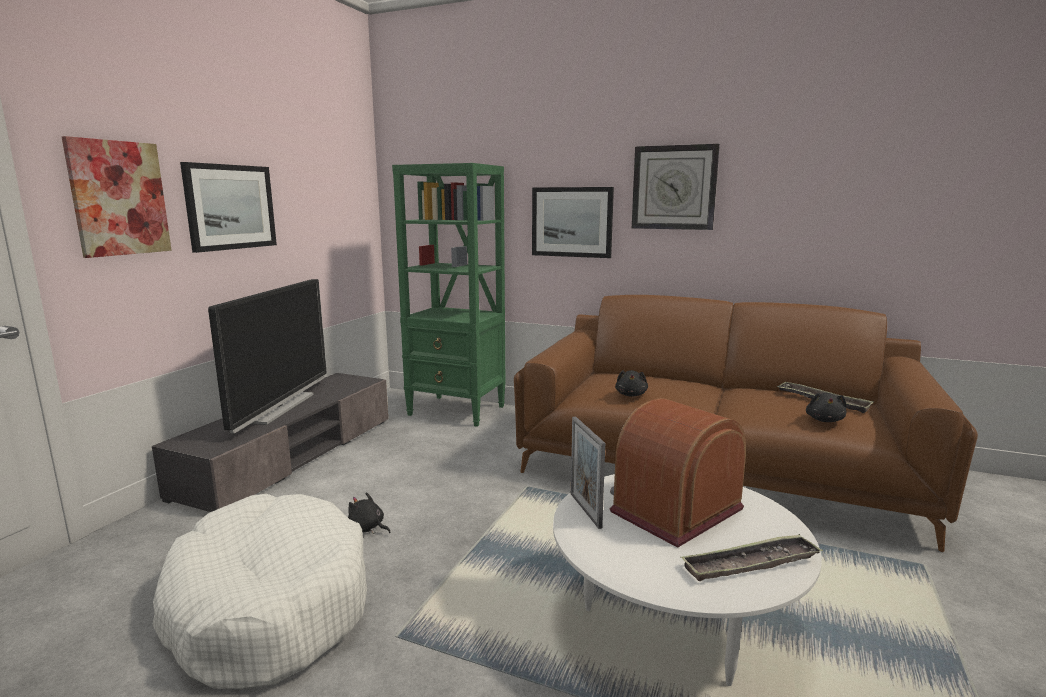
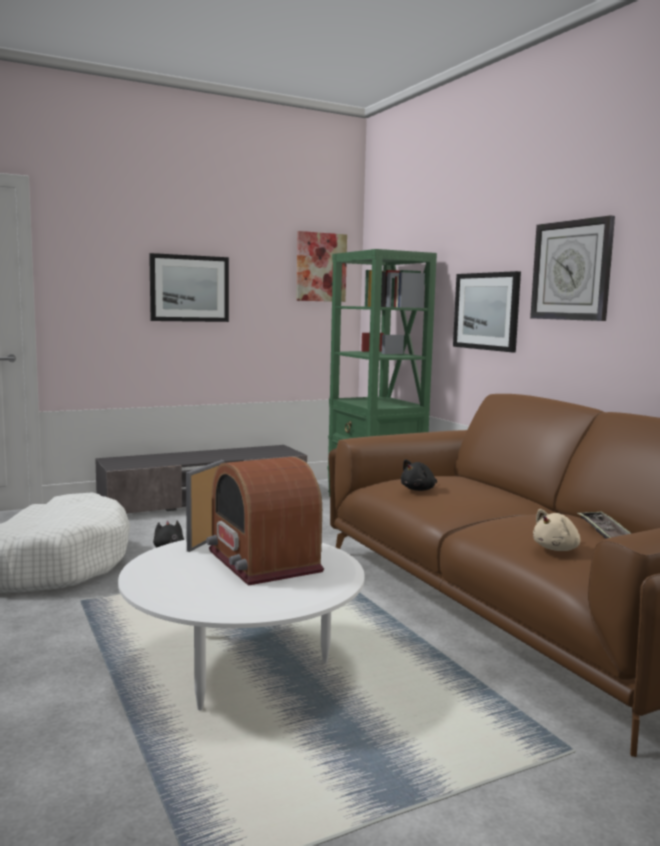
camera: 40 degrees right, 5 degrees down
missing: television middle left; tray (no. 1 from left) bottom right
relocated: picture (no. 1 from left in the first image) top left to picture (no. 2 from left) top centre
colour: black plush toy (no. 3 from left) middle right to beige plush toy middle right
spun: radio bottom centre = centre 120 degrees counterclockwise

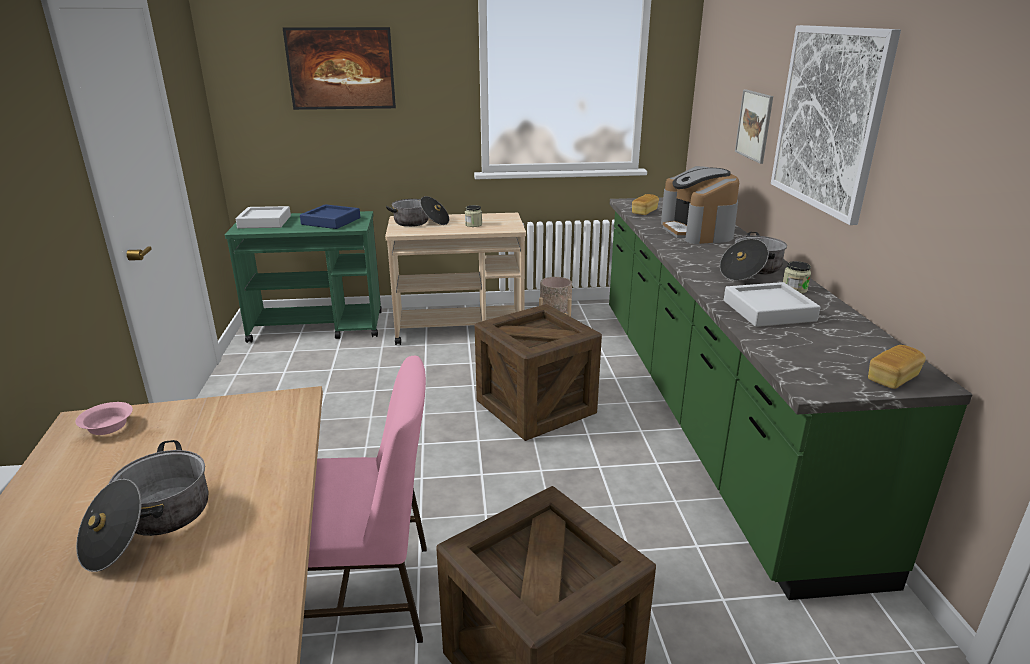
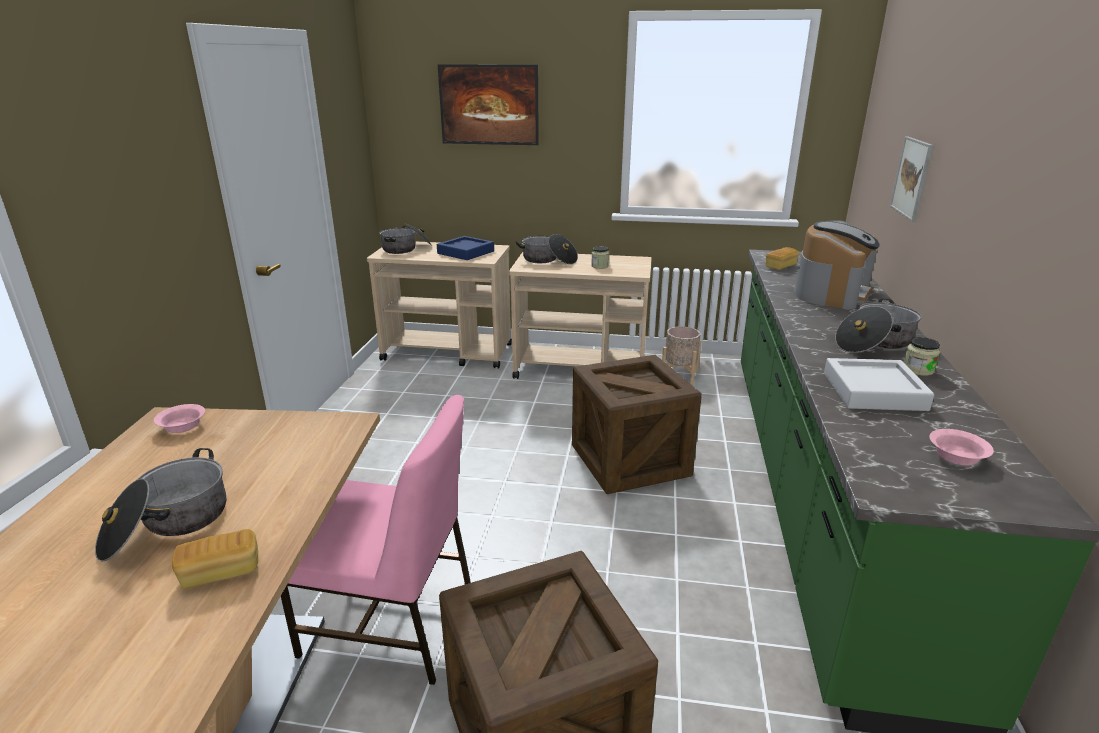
camera: 15 degrees right, 0 degrees up
missing: picture (no. 3 from left) top right
appeared: pink bowl (no. 2 from left) middle right
relocated: bread (no. 2 from left in the first image) middle right to bread (no. 1 from left) bottom left
exchanged: grey tray (no. 1 from left) top left to cooking pot (no. 2 from left) top centre
colour: green cart middle left to beige cart (no. 1 from left) centre
spun: coffee machine top right = middle right 150 degrees counterclockwise

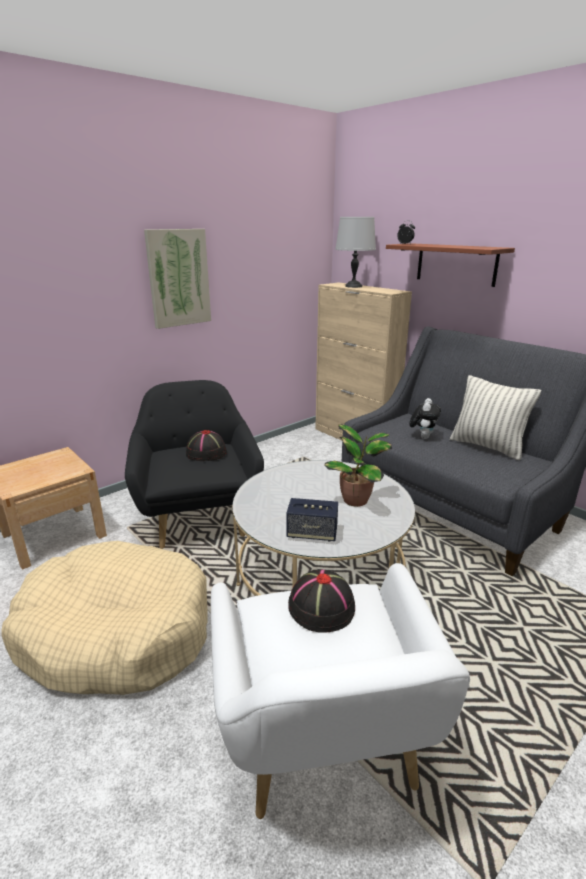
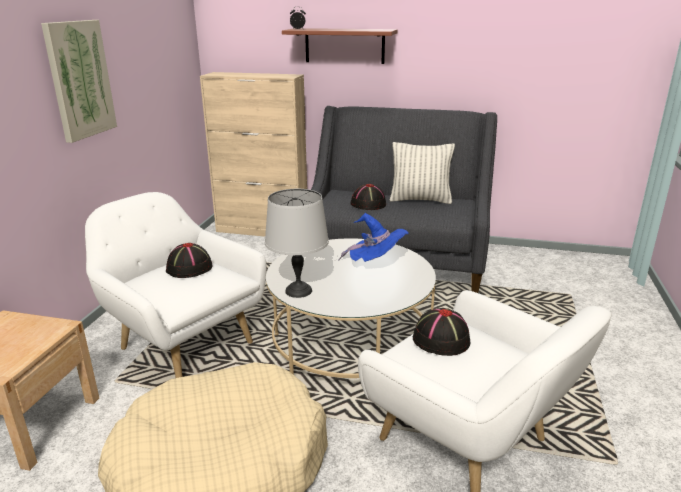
camera: 35 degrees left, 0 degrees up
missing: speaker centre
relocated: grey table lamp top centre to centre
exchanged: potted plant centre to blue hat centre; plush toy middle right to black hat (no. 2 from left) centre
colour: black armchair middle left to white armchair (no. 1 from left) middle left

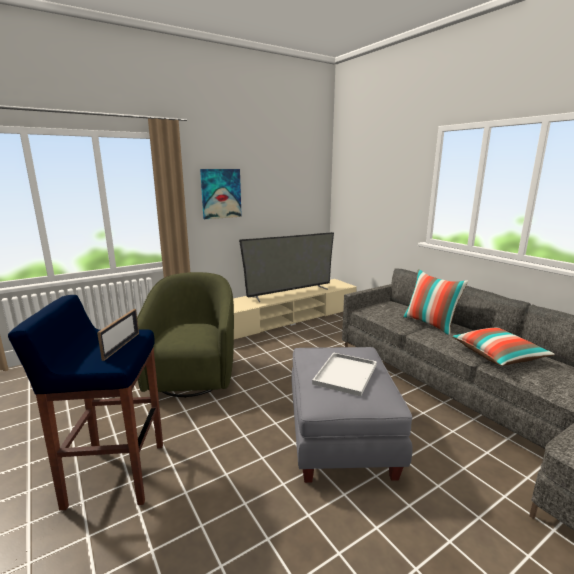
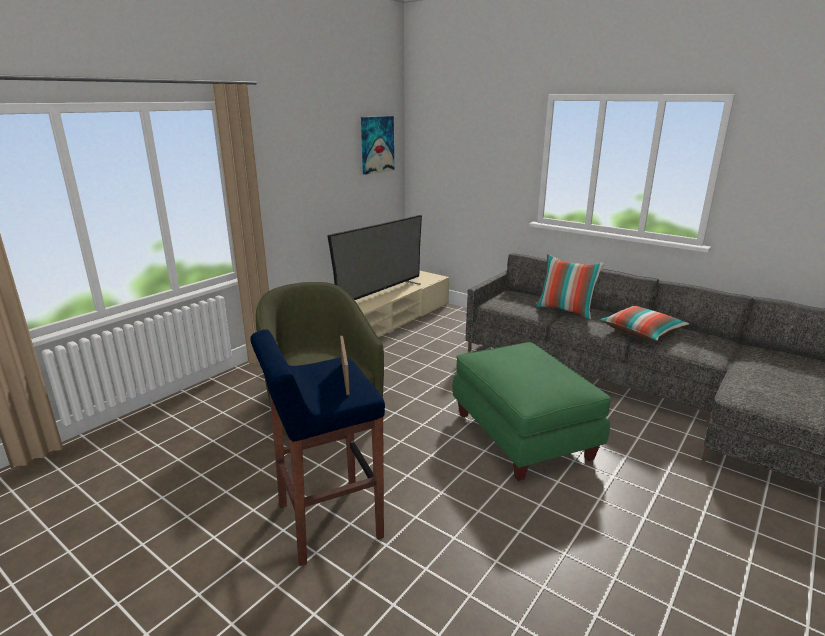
camera: 20 degrees left, 5 degrees up
missing: white tray centre
relocated: picture centre to top centre
colour: grey ottoman bottom centre to green ottoman centre

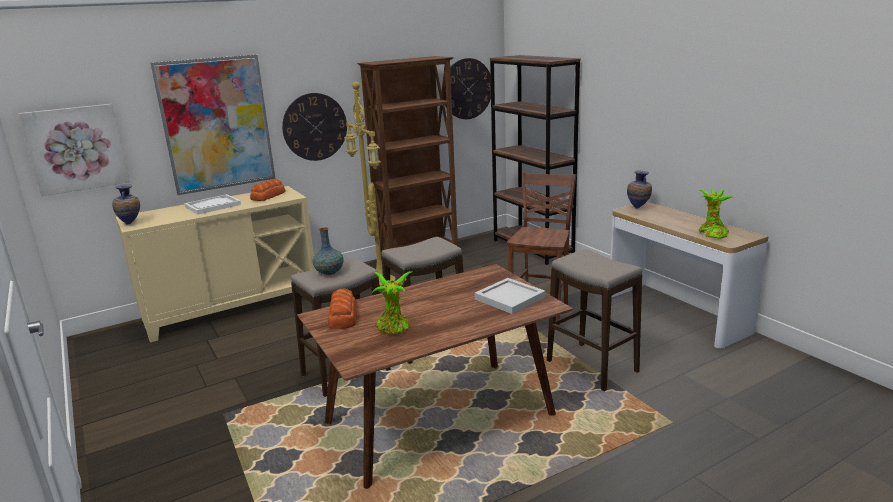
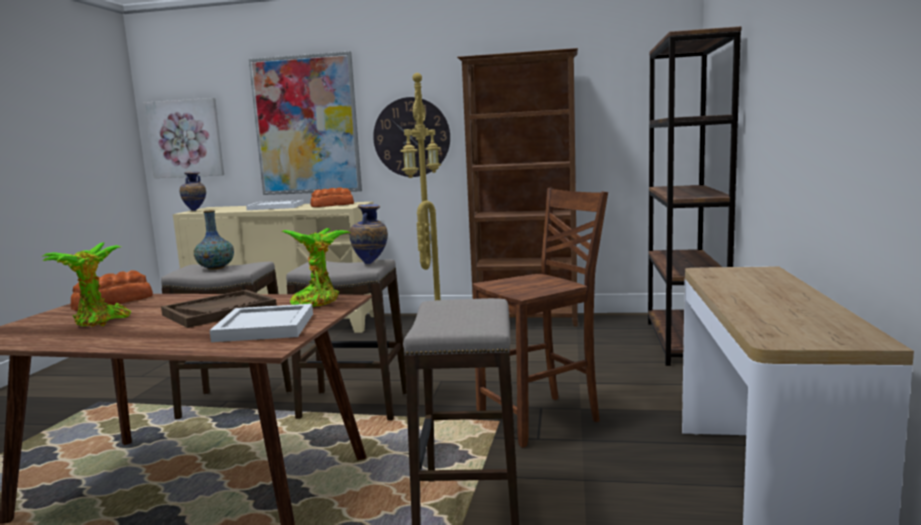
camera: 40 degrees right, 10 degrees down
missing: wall clock (no. 2 from left) top centre
appeared: brown tray middle left
relocated: potted plant (no. 2 from left) middle right to centre; vase (no. 3 from left) middle right to centre

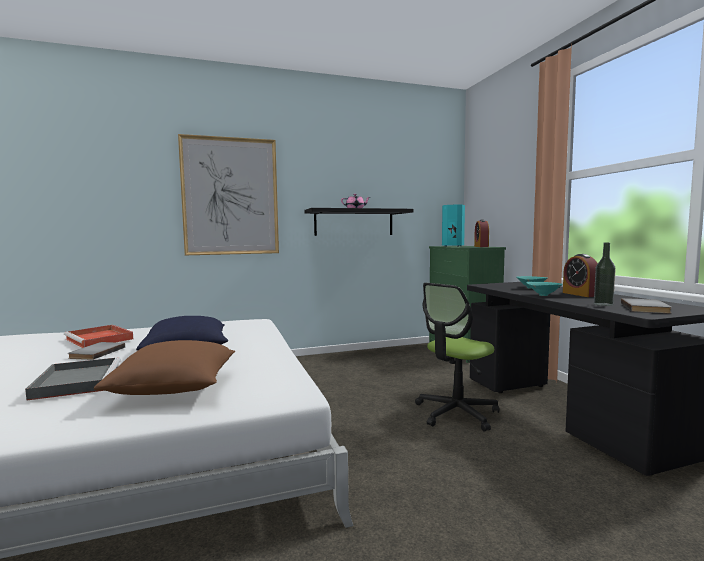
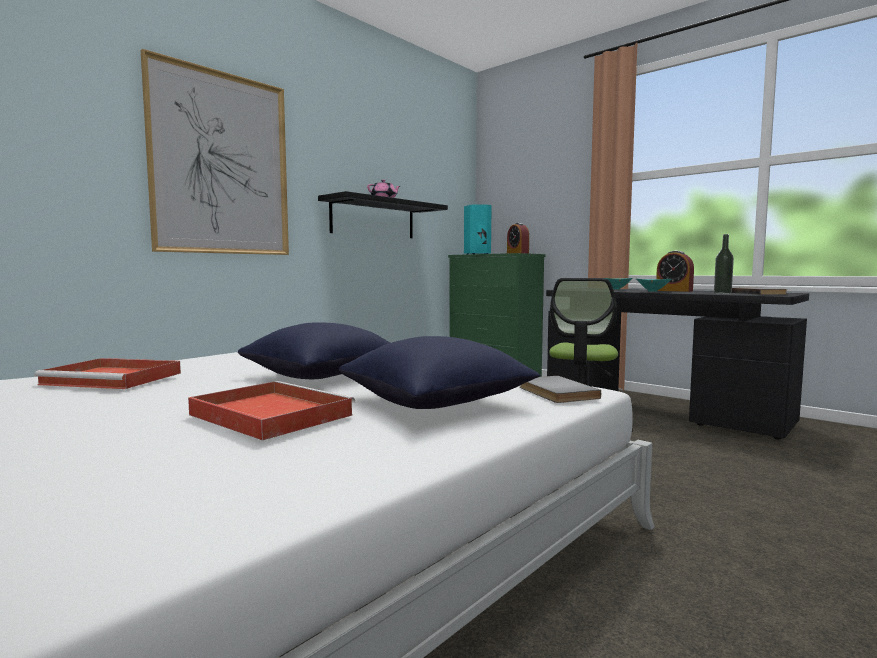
camera: 30 degrees left, 0 degrees up
relocated: grey book (no. 1 from left) middle left to centre
colour: grey tray bottom left to red tray (no. 2 from left) middle left; brown pillow middle left to blue pillow (no. 2 from left) centre

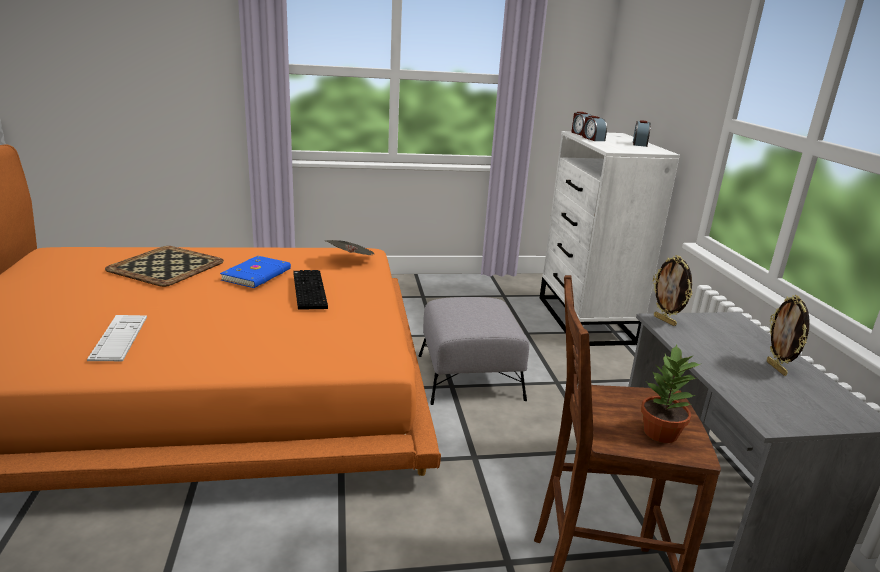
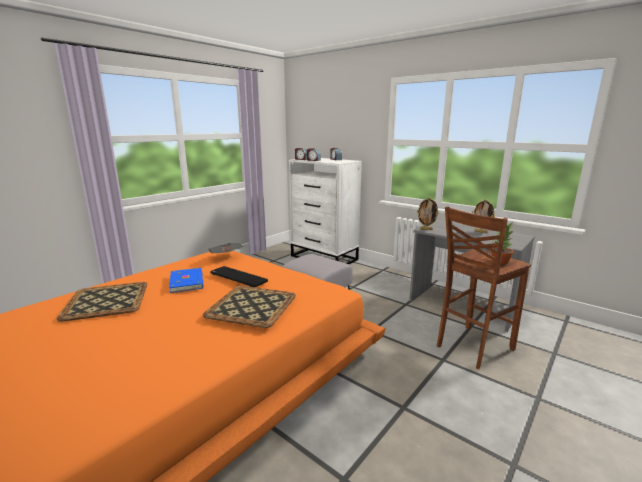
camera: 40 degrees left, 5 degrees down
missing: keyboard (no. 1 from left) middle left
appeared: tray (no. 2 from left) centre

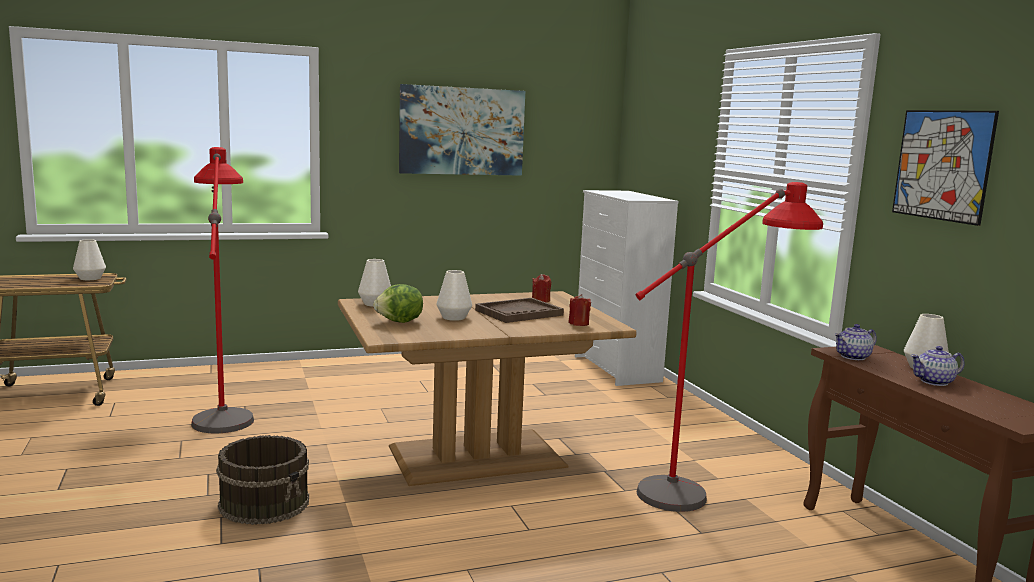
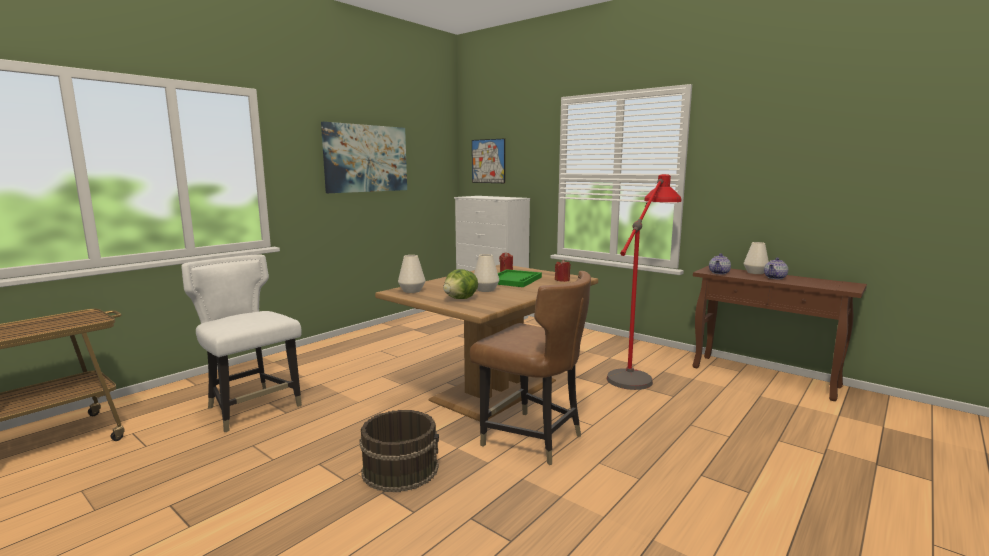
camera: 30 degrees left, 0 degrees up
missing: white vase (no. 1 from left) middle left
appeared: brown chair centre
relocated: picture (no. 2 from left) top right to top centre
exchanged: red floor lamp (no. 1 from left) middle left to white chair middle left
colour: brown tray centre to green tray centre

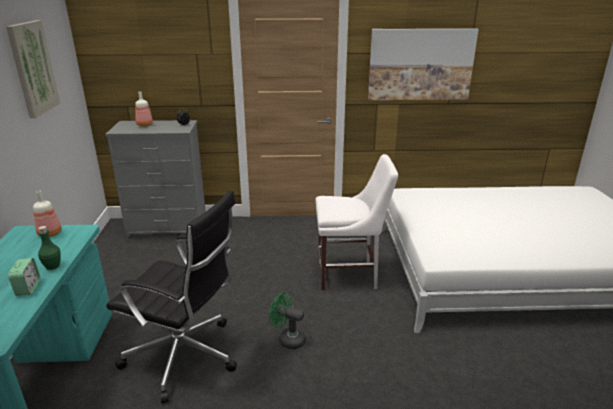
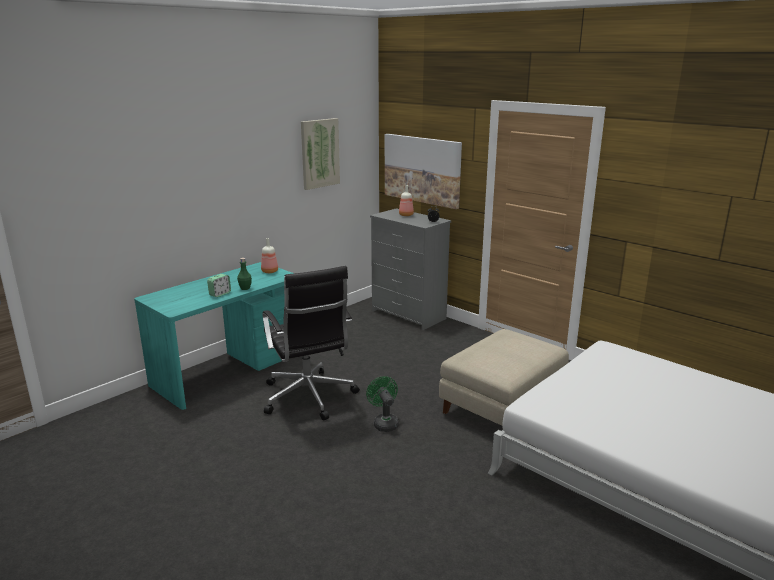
camera: 45 degrees right, 5 degrees down
relocated: picture (no. 2 from left) top right to top centre
exchanged: white chair centre to beige ottoman centre

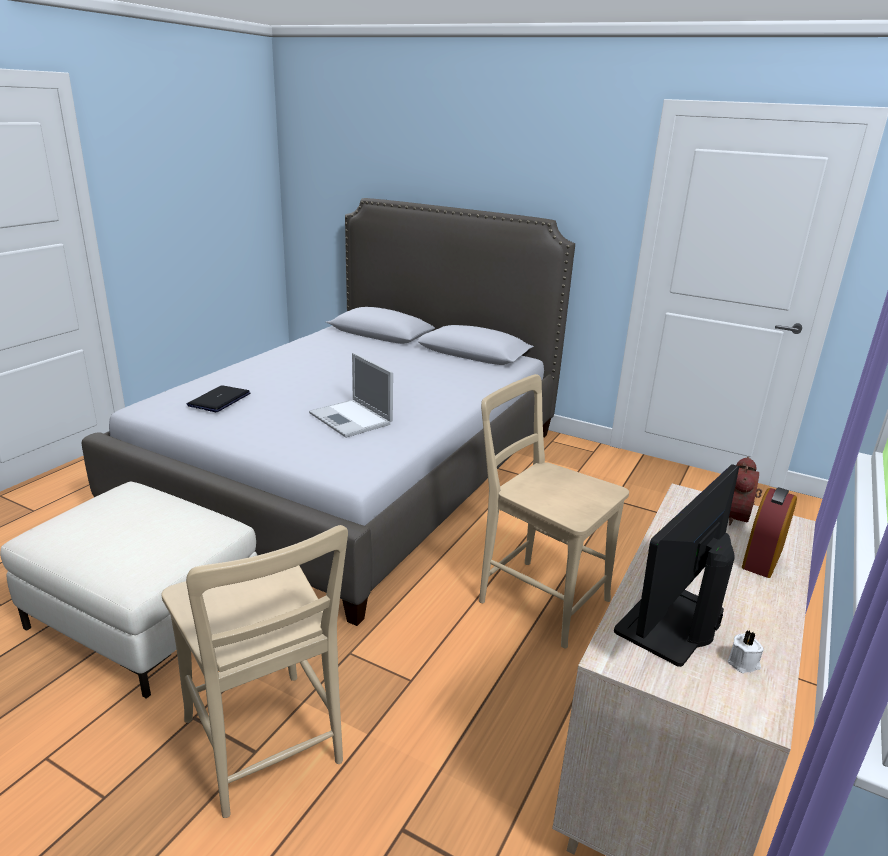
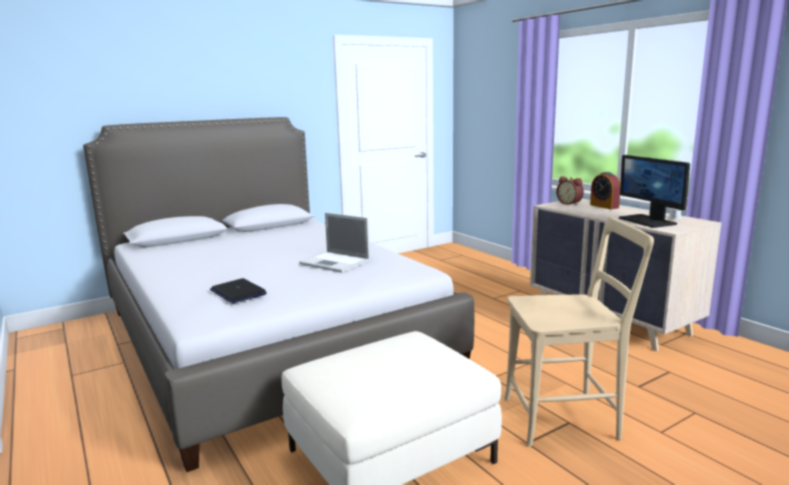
camera: 60 degrees left, 10 degrees down
missing: beige chair (no. 2 from left) centre
spun: laptop (no. 2 from left) centre = centre 45 degrees clockwise

